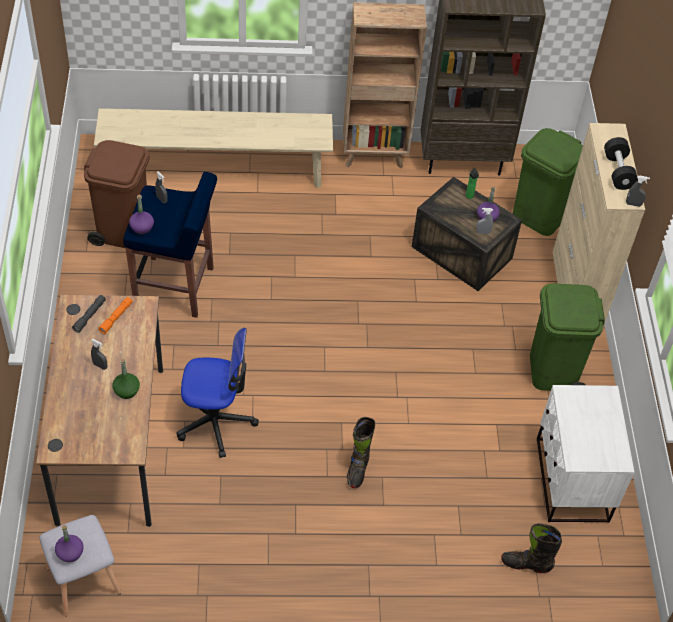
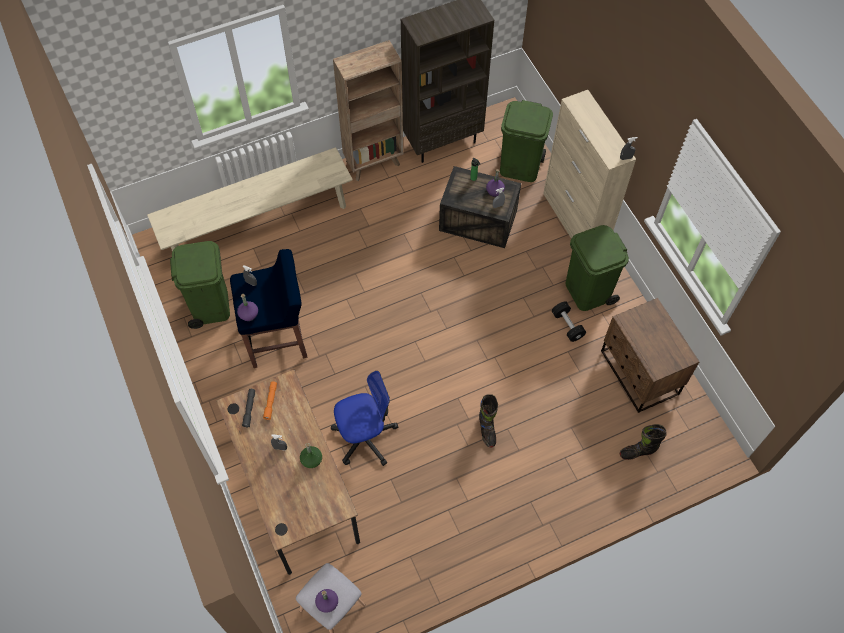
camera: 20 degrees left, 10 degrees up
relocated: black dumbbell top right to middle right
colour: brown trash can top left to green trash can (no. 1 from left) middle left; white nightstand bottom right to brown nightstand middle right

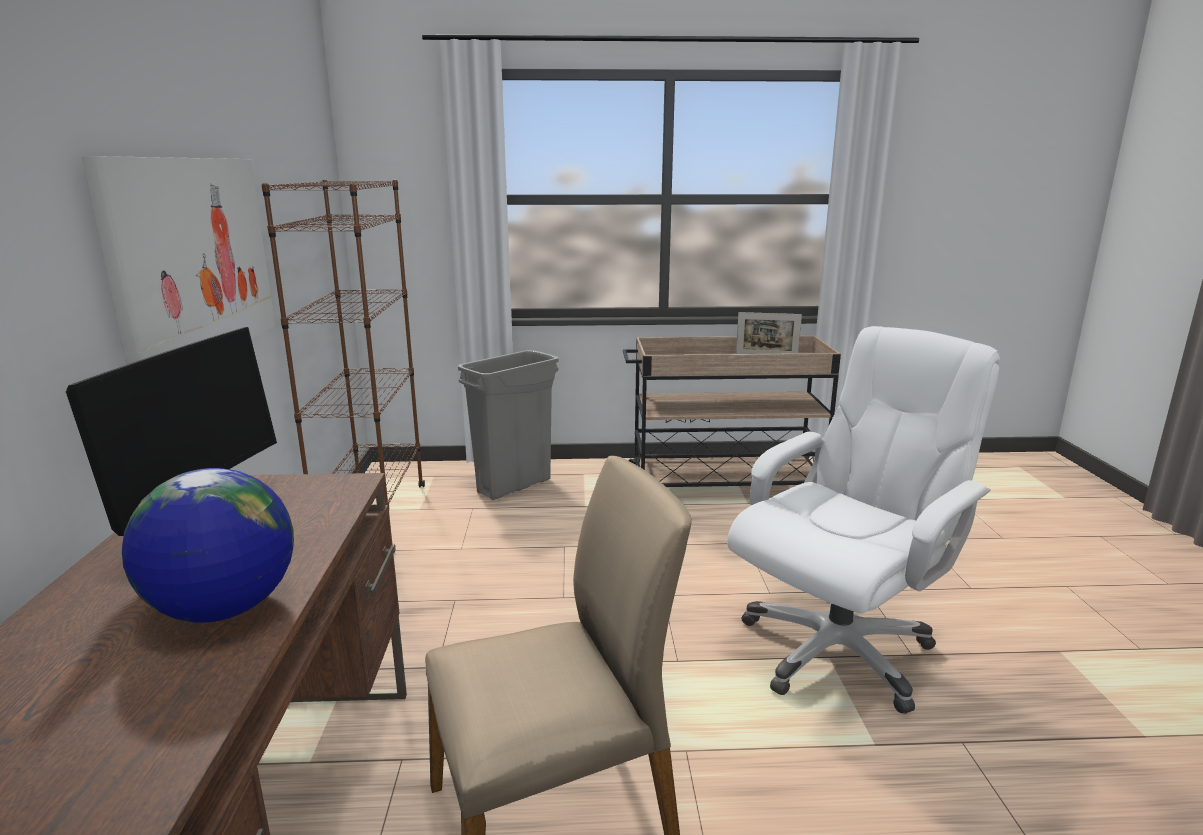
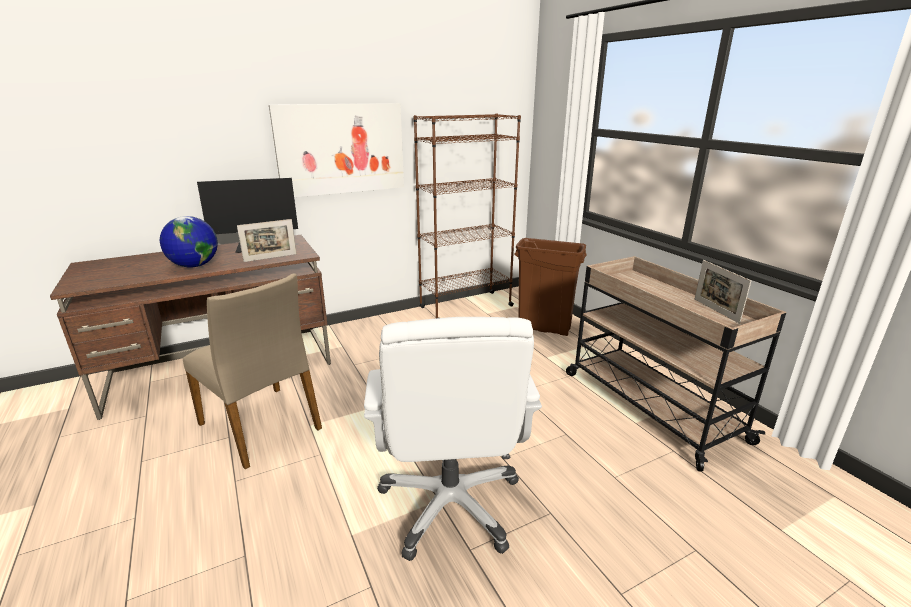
camera: 65 degrees right, 5 degrees up
appeared: picture frame (no. 1 from left) middle left
colour: grey trash can centre to brown trash can centre
spun: white office chair middle right = bottom centre 60 degrees clockwise

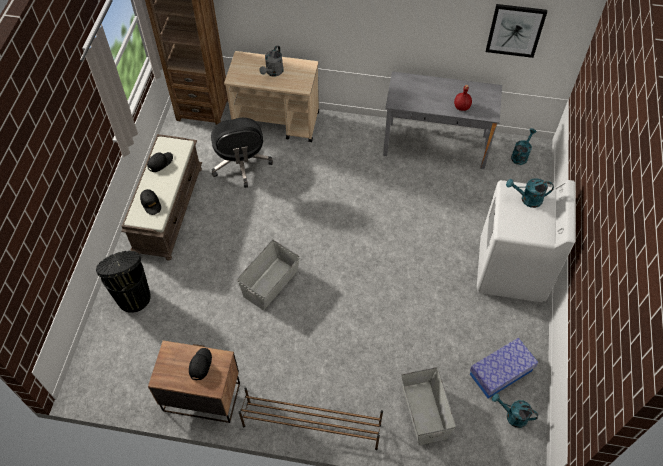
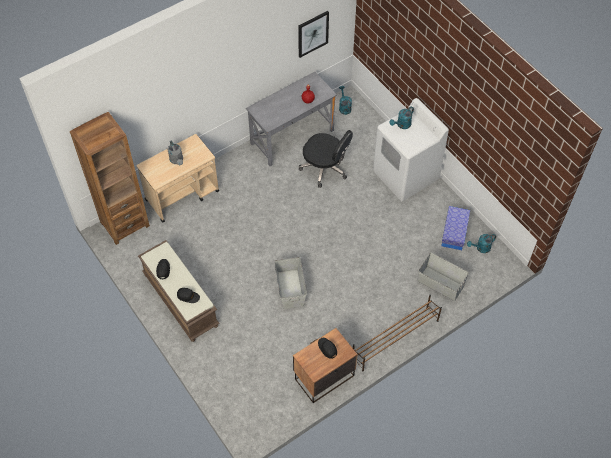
camera: 45 degrees left, 0 degrees up
missing: black trash can middle left
relocated: black office chair top centre to centre

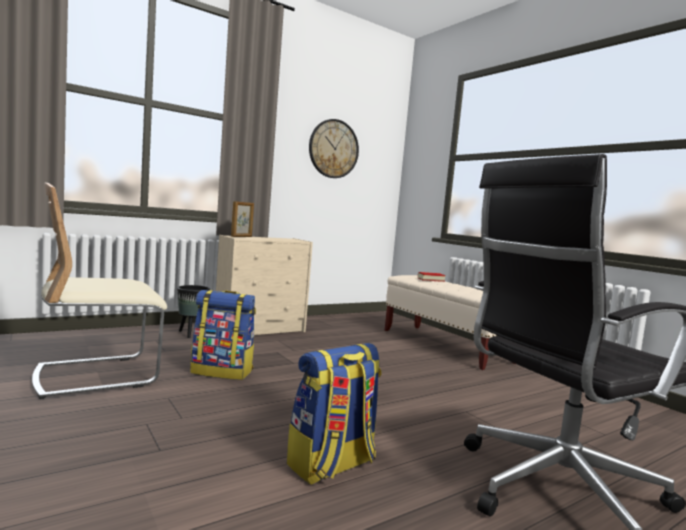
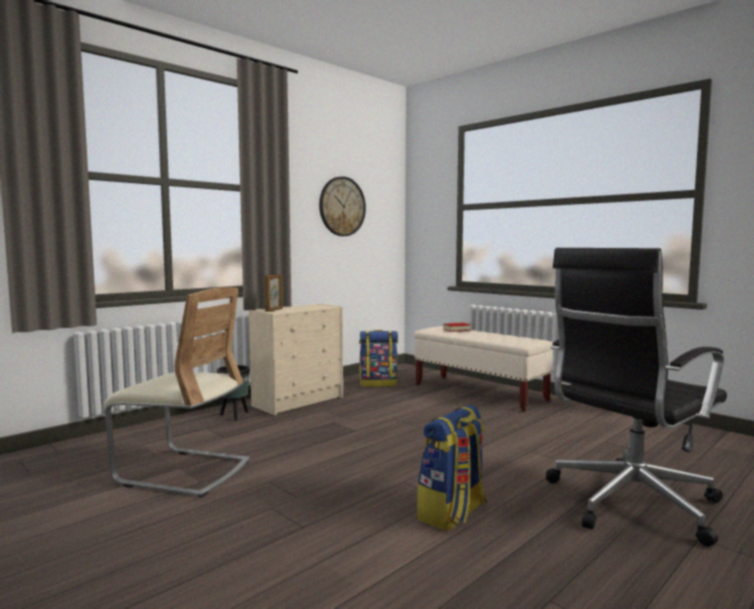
camera: 10 degrees left, 0 degrees up
relocated: backpack (no. 1 from left) middle left to centre
spun: beige chair middle left = middle left 120 degrees counterclockwise

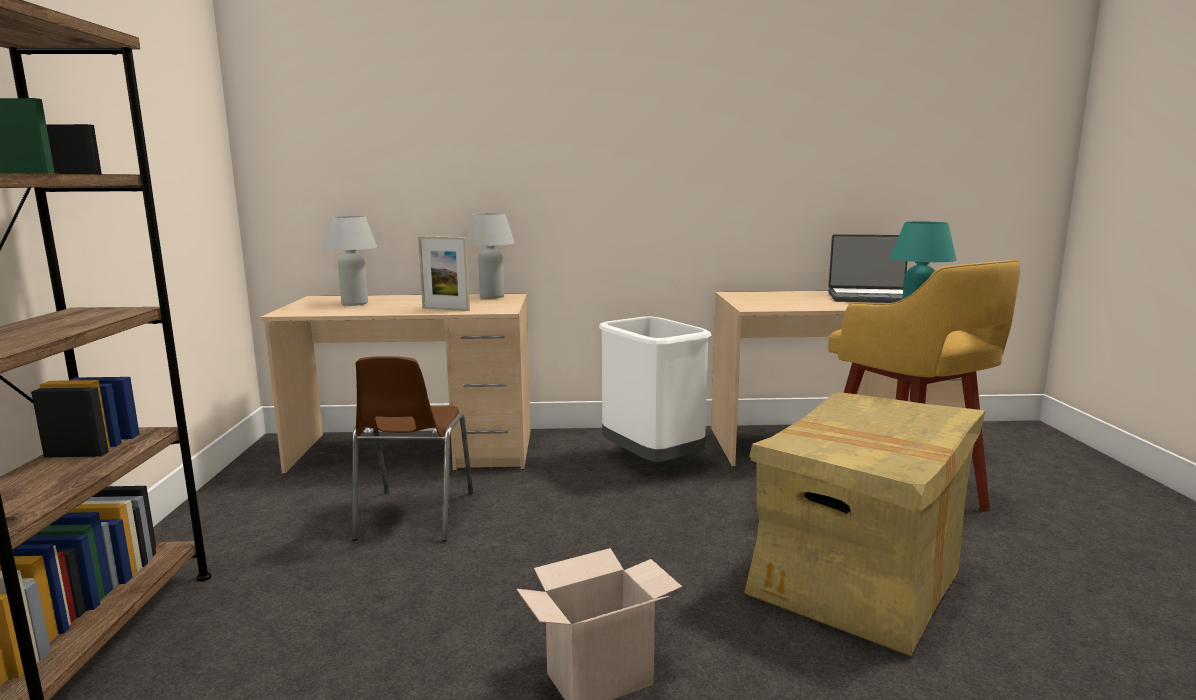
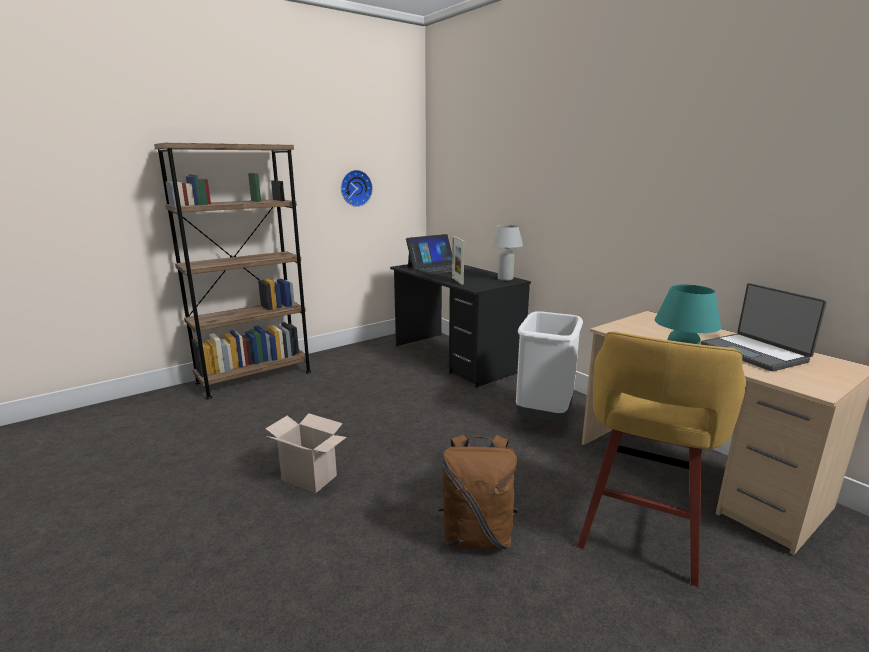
camera: 55 degrees right, 5 degrees up
missing: brown chair centre
appeared: wall clock top centre
exchanged: white table lamp (no. 1 from left) middle left to laptop (no. 1 from left) centre; cardboard box (no. 2 from left) bottom right to brown backpack bottom centre
colour: beige desk (no. 1 from left) middle left to black desk centre

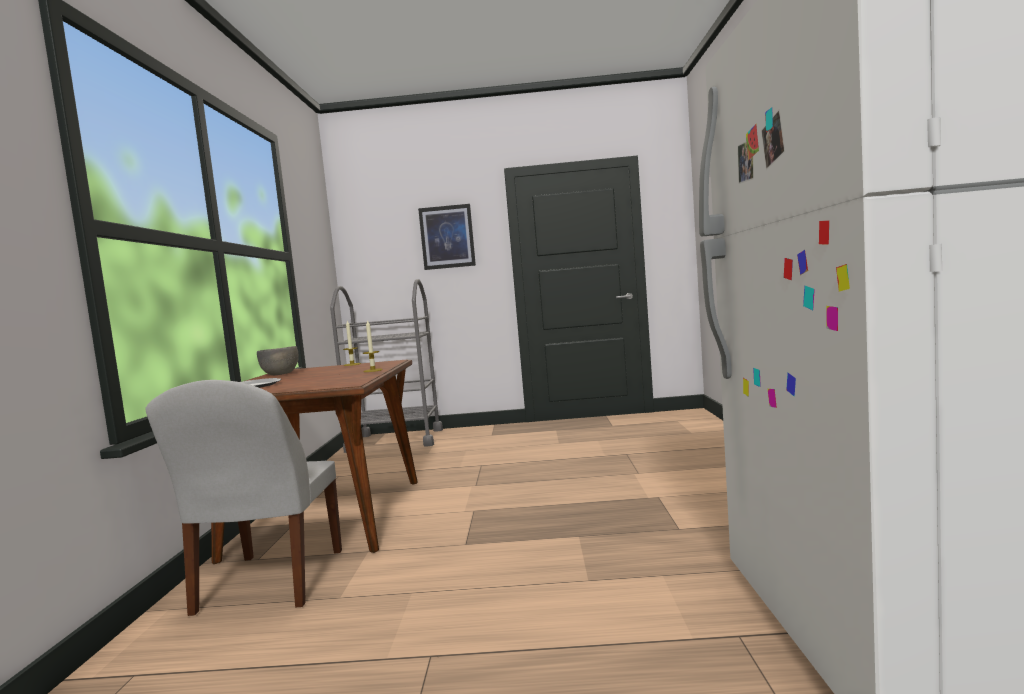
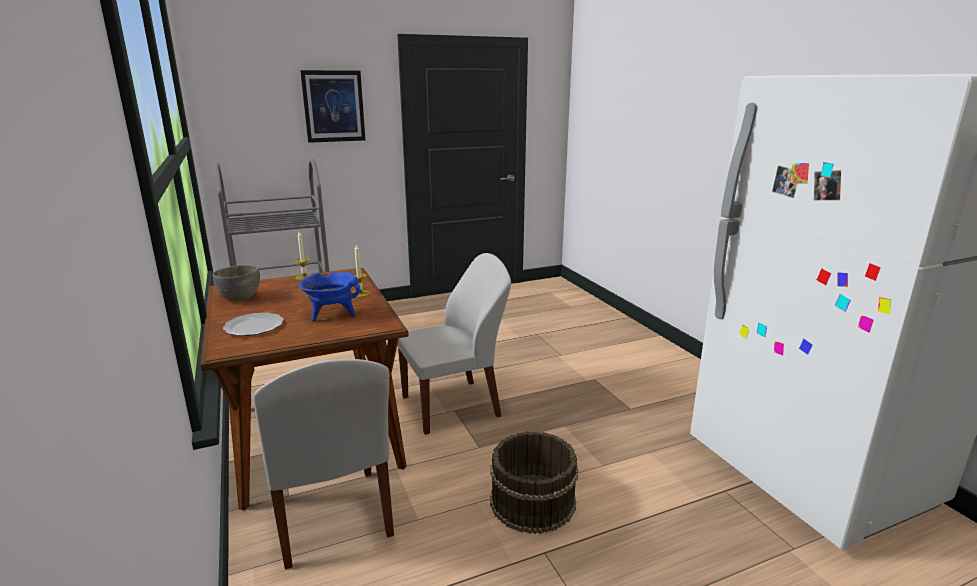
camera: 25 degrees left, 15 degrees up
appeared: blue cooking pot centre; white chair (no. 2 from left) centre; brown bucket bottom centre

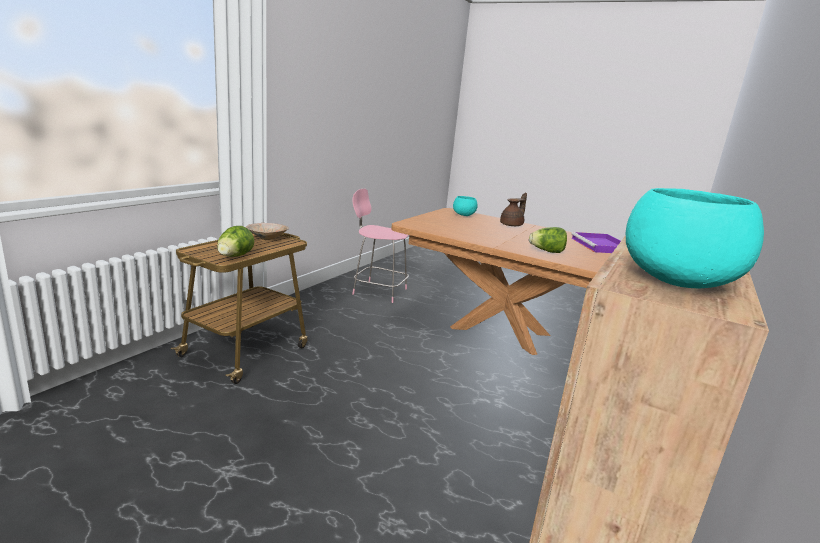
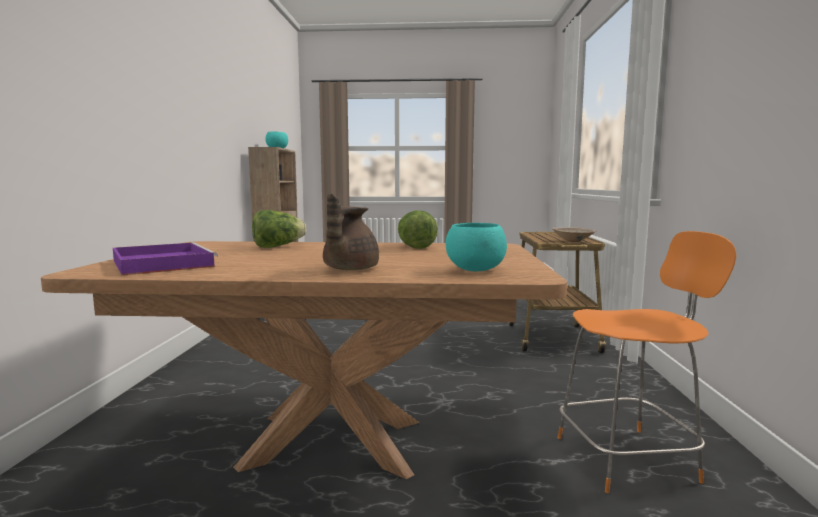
camera: 155 degrees right, 10 degrees down
relocated: lettuce (no. 1 from left in the first image) middle left to lettuce (no. 2 from left) centre
colour: pink chair centre to orange chair bottom right

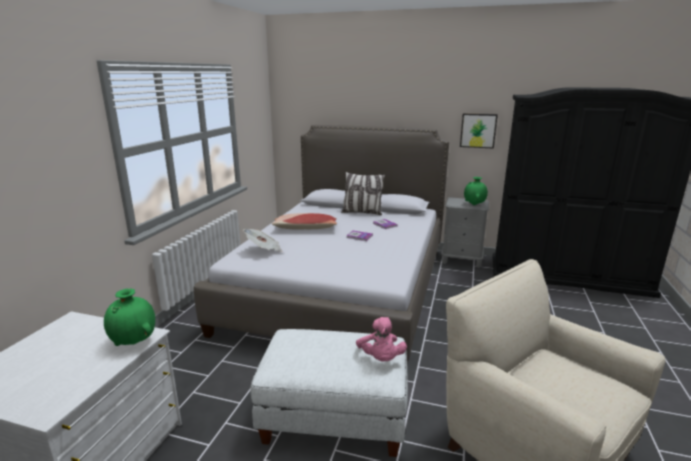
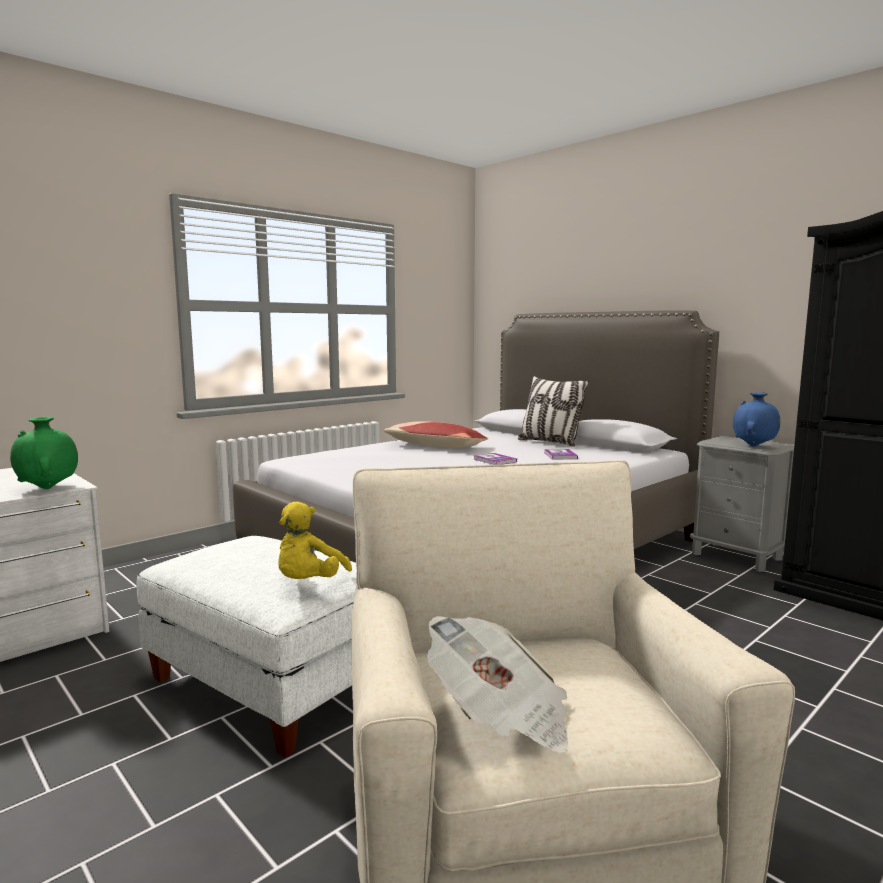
camera: 30 degrees right, 10 degrees down
missing: picture top right
relocated: newspaper centre to bottom centre
colour: pink plush toy bottom centre to yellow plush toy centre; green vase (no. 2 from left) middle right to blue vase middle right

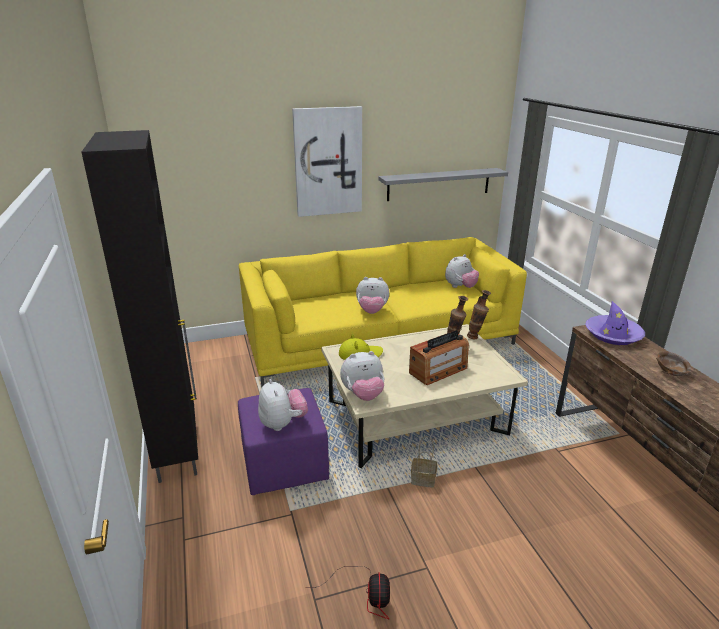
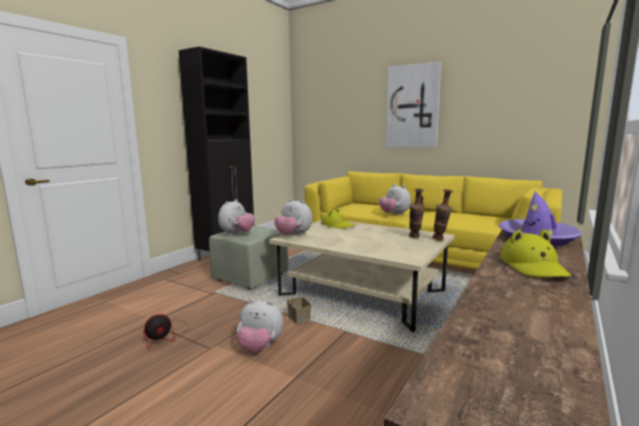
camera: 50 degrees right, 15 degrees down
missing: grey shelf top centre; radio centre
relocated: plush toy (no. 4 from left in the first image) centre to plush toy (no. 2 from left) bottom centre
exchanged: brown bowl middle right to yellow hat (no. 2 from left) middle right
colour: purple ottoman bottom centre to green ottoman centre

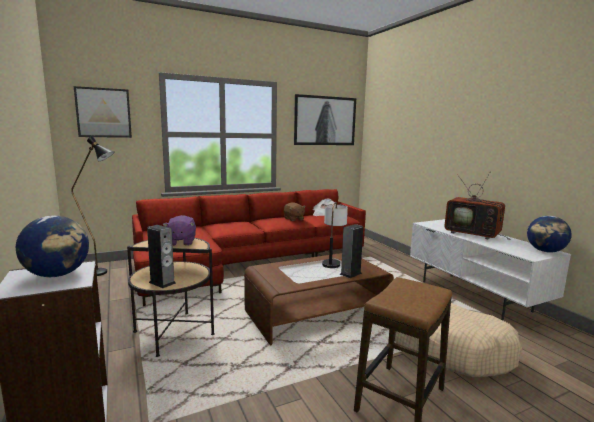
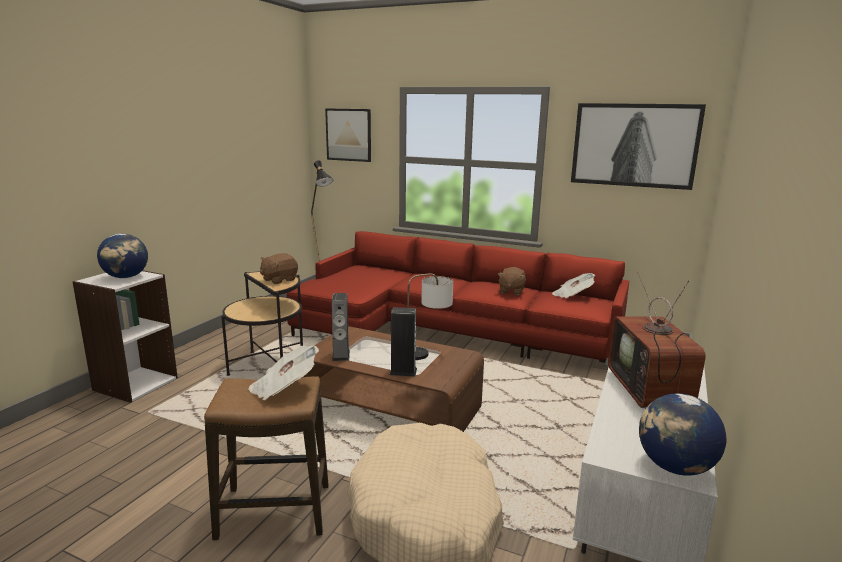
camera: 50 degrees right, 5 degrees up
appeared: newspaper (no. 1 from left) centre
relocated: speaker (no. 1 from left) middle left to centre
colour: purple plush toy middle left to brown plush toy (no. 1 from left) middle left

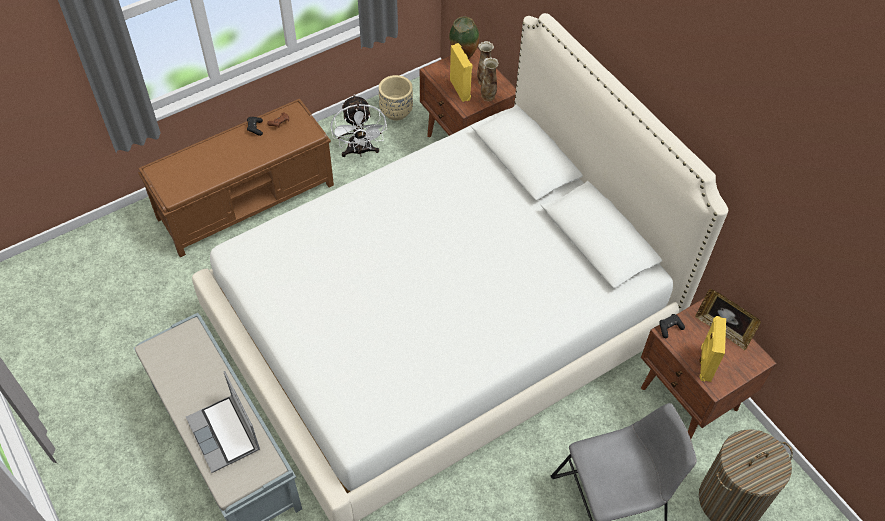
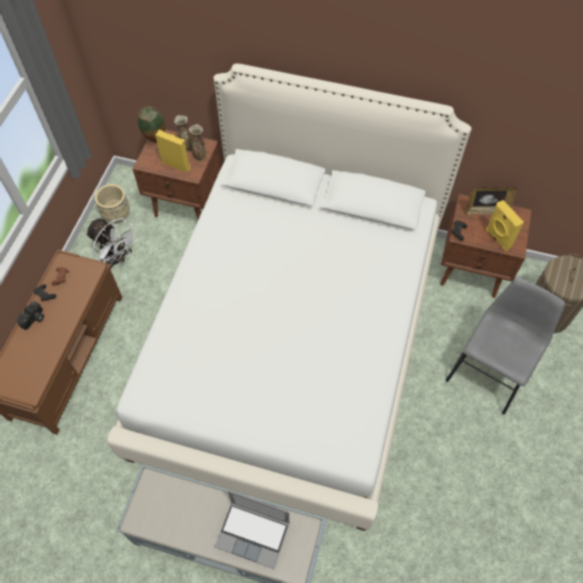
camera: 40 degrees left, 5 degrees up
appeared: photo camera middle left

